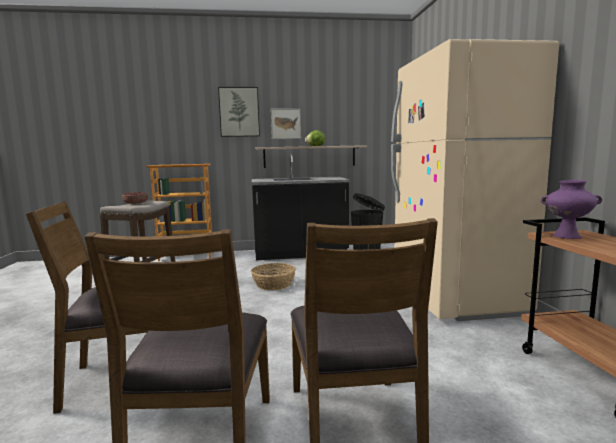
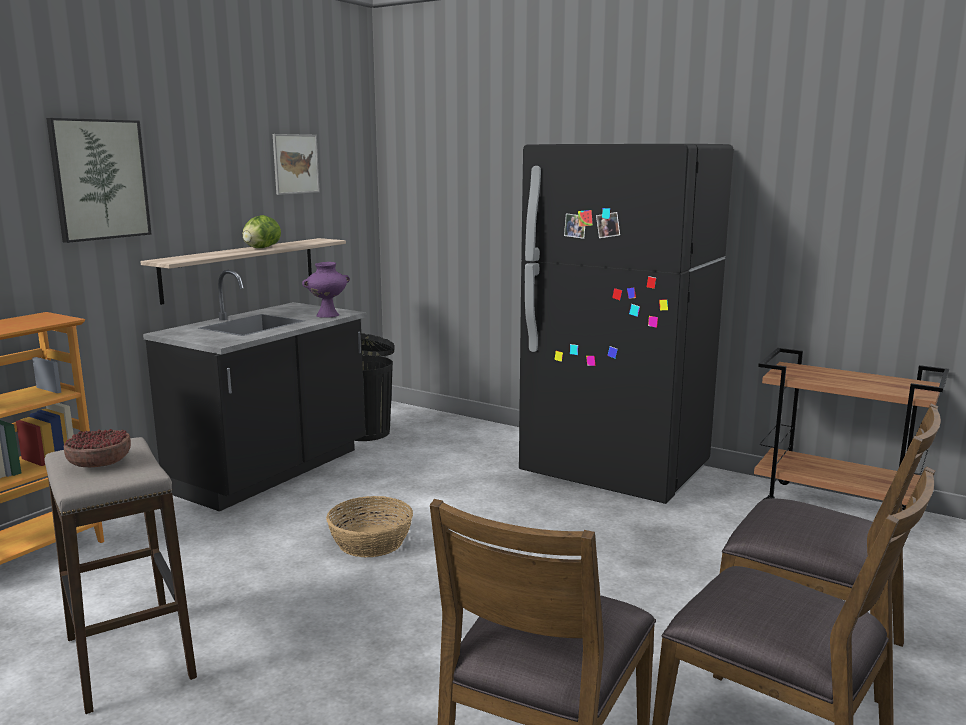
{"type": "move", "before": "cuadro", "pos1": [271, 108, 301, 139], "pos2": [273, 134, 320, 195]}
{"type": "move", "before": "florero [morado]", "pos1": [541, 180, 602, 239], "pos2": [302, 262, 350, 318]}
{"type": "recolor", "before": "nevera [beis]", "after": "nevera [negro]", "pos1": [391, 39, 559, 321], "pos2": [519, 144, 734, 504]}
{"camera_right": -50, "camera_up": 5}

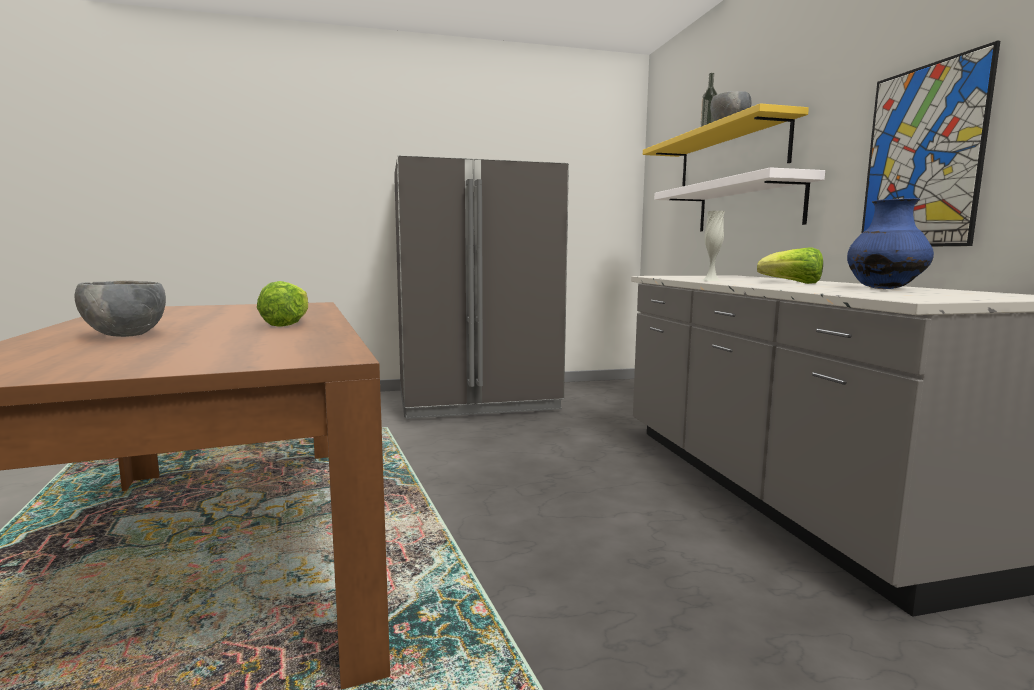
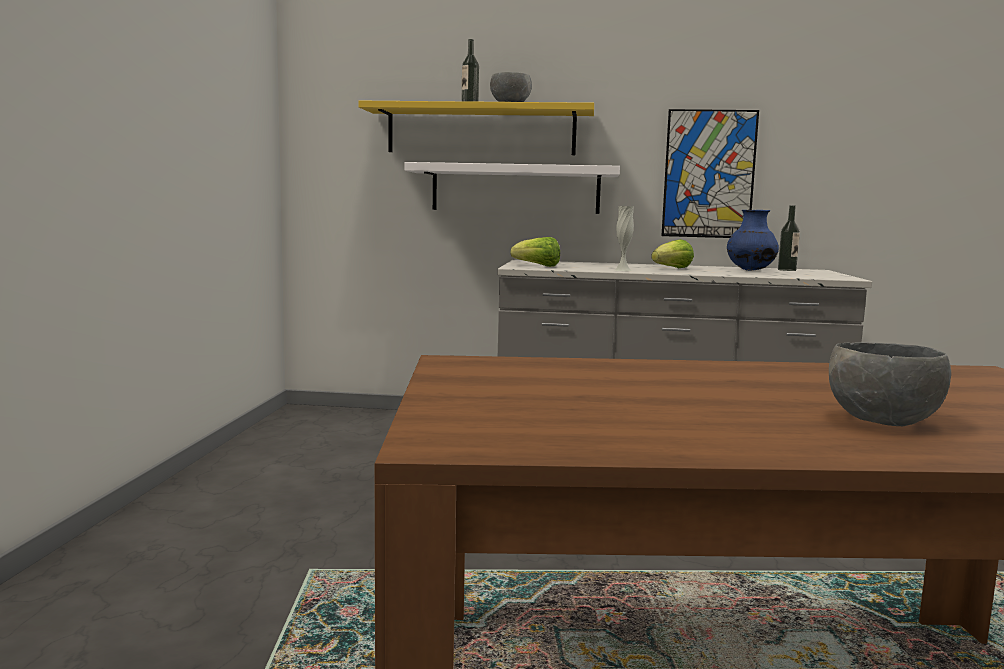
{"type": "move", "before": "lechuga", "pos1": [257, 281, 308, 327], "pos2": [511, 237, 560, 267]}
{"type": "insert", "after": "botella", "pos2": [778, 205, 800, 271]}
{"type": "delete", "before": "nevera [gris]", "pos1": [394, 155, 569, 419]}
{"camera_right": -70, "camera_up": 0}

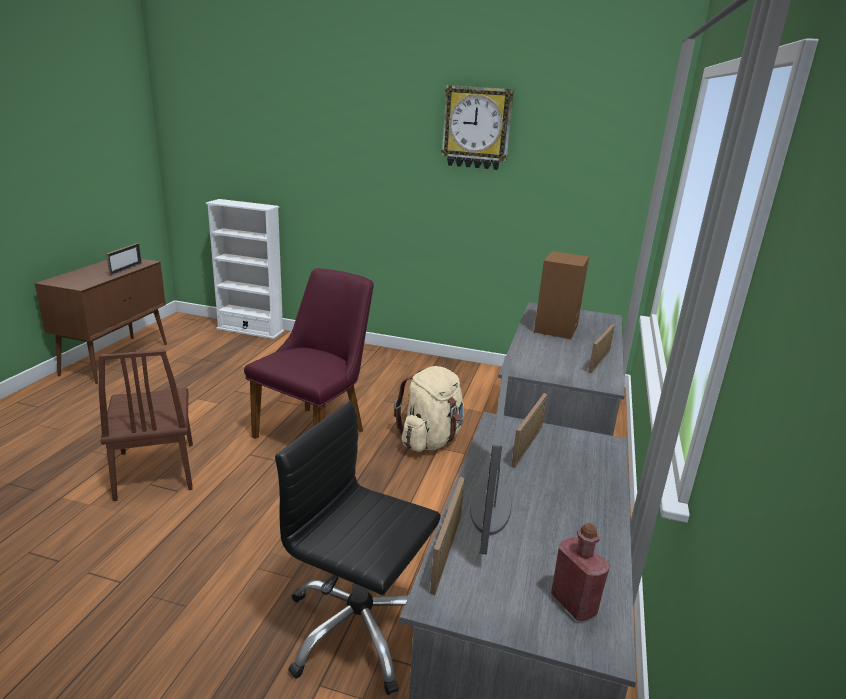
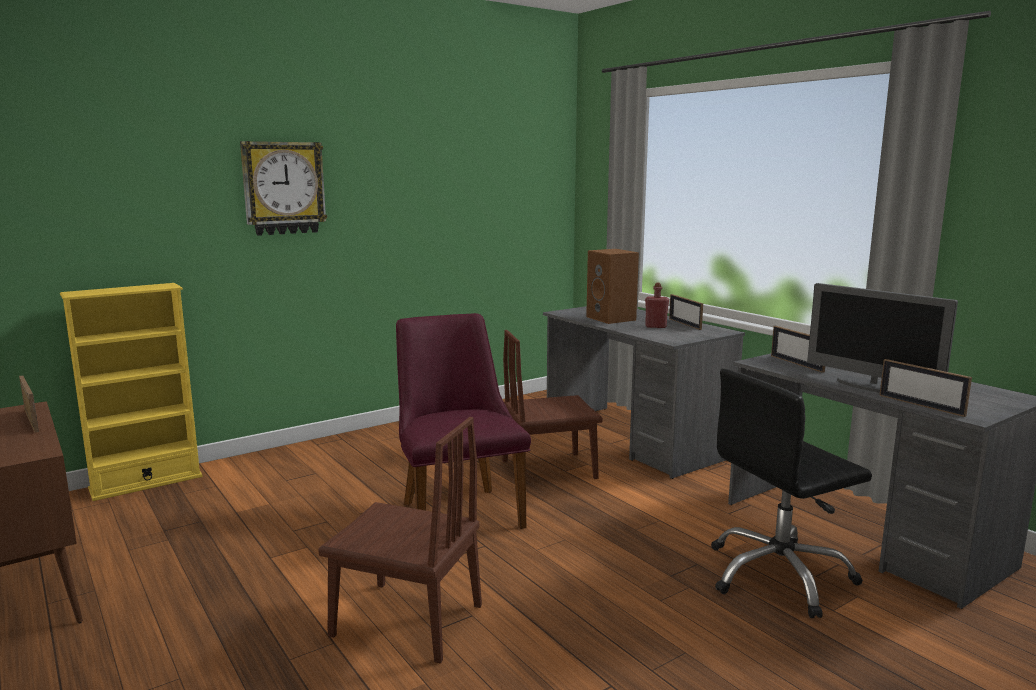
{"type": "recolor", "before": "estantería [blanco]", "after": "estantería [amarillo]", "pos1": [206, 199, 284, 339], "pos2": [60, 283, 203, 501]}
{"type": "move", "before": "reloj de pared", "pos1": [441, 85, 514, 170], "pos2": [240, 141, 327, 236]}
{"type": "replace", "before": "mochila [beis]", "after": "silla [marrón]", "pos1": [394, 366, 464, 452], "pos2": [503, 330, 603, 479]}
{"type": "move", "before": "botella [rojo]", "pos1": [551, 523, 610, 621], "pos2": [645, 283, 669, 328]}
{"camera_right": -50, "camera_up": -10}

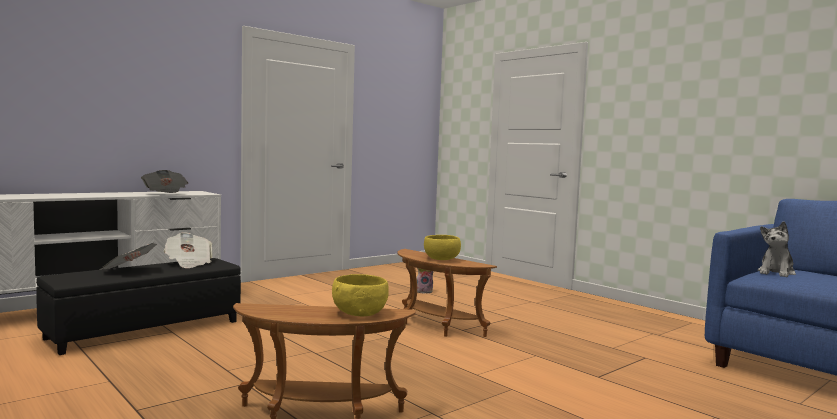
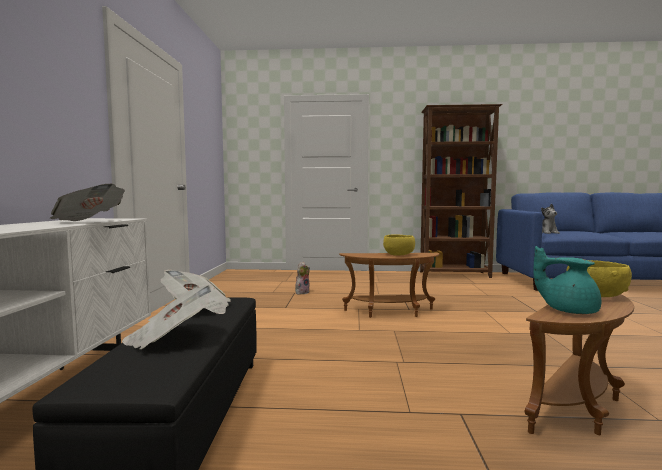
{"type": "insert", "after": "estantería [marrón]", "pos2": [420, 104, 503, 278]}
{"type": "insert", "after": "tetera [turquesa]", "pos2": [534, 246, 601, 314]}
{"camera_right": -45, "camera_up": 0}

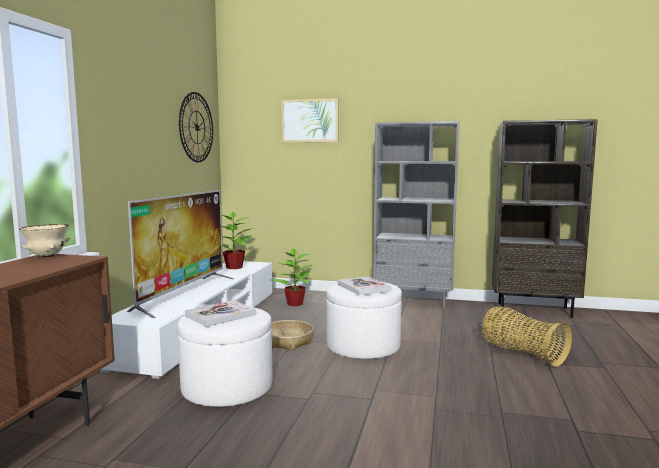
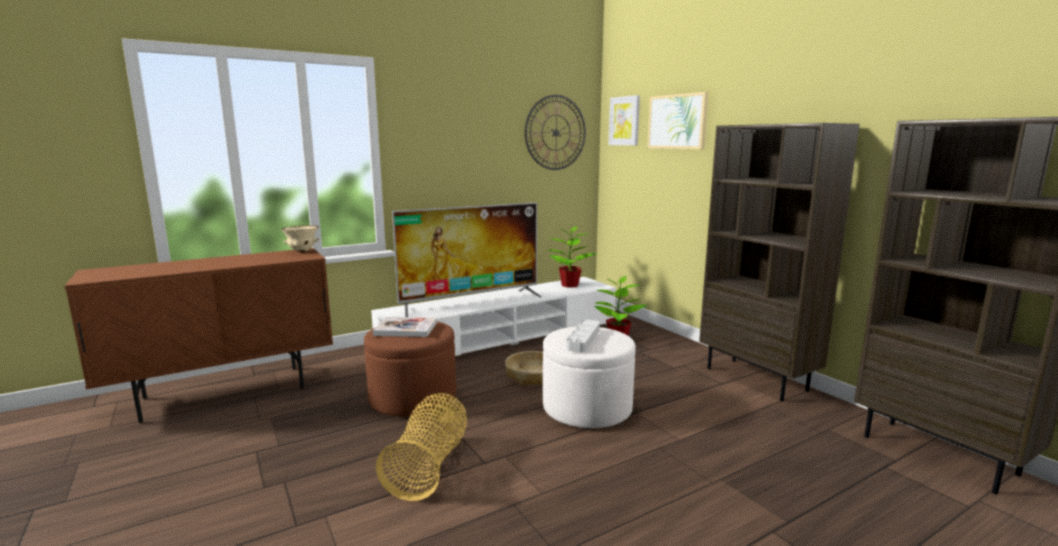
{"type": "recolor", "before": "puf [blanco]", "after": "puf [marrón]", "pos1": [178, 307, 273, 407], "pos2": [364, 321, 456, 416]}
{"type": "move", "before": "cesta", "pos1": [482, 307, 572, 367], "pos2": [376, 393, 467, 501]}
{"type": "replace", "before": "libro", "after": "bandeja [gris]", "pos1": [338, 277, 391, 295], "pos2": [566, 320, 600, 352]}
{"type": "insert", "after": "cuadro", "pos2": [609, 95, 640, 145]}
{"type": "recolor", "before": "estantería [gris]", "after": "estantería [marrón]", "pos1": [373, 121, 459, 309], "pos2": [699, 123, 859, 402]}
{"camera_right": 45, "camera_up": 5}

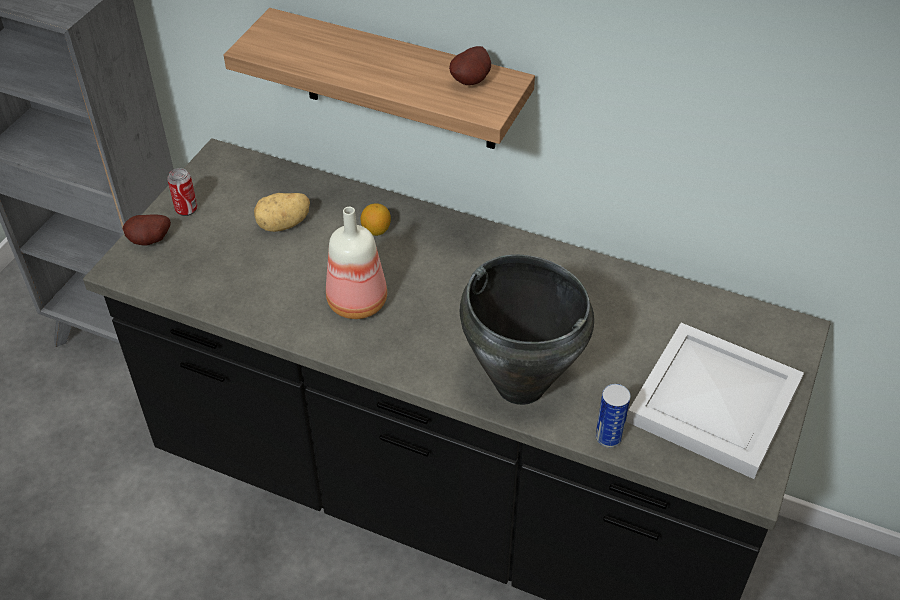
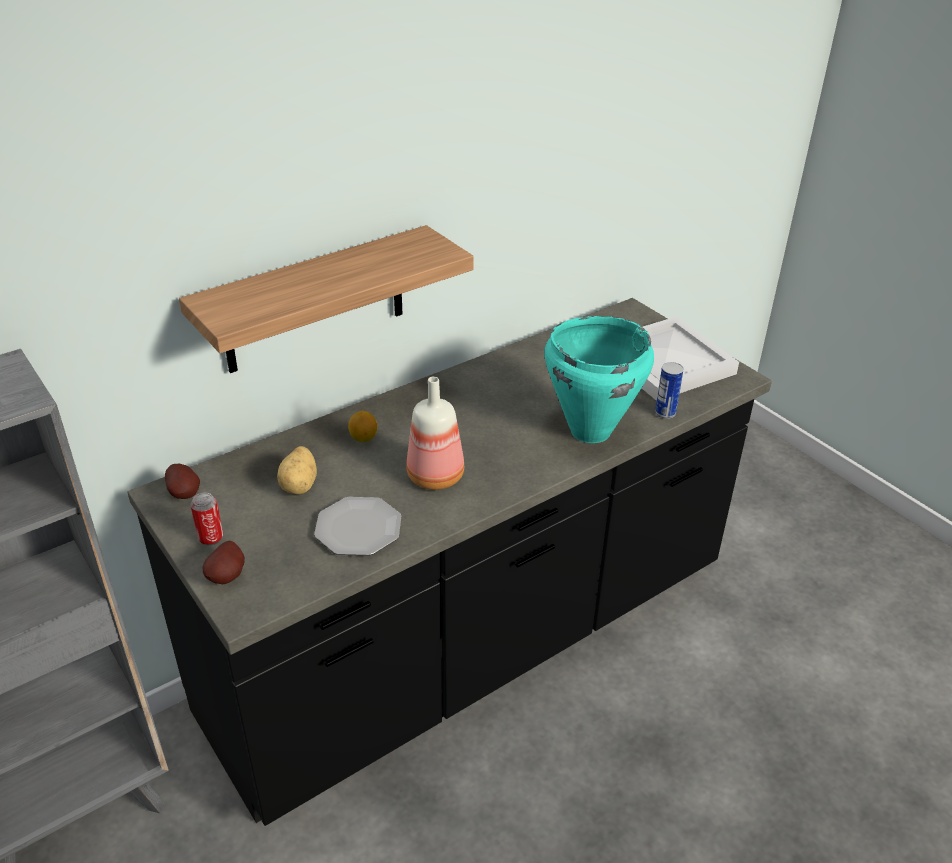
{"type": "move", "before": "patata", "pos1": [449, 46, 491, 85], "pos2": [165, 464, 200, 499]}
{"type": "insert", "after": "plato", "pos2": [314, 497, 401, 556]}
{"type": "recolor", "before": "olla [negro]", "after": "olla [turquesa]", "pos1": [460, 254, 594, 405], "pos2": [545, 316, 654, 443]}
{"camera_right": -60, "camera_up": -10}

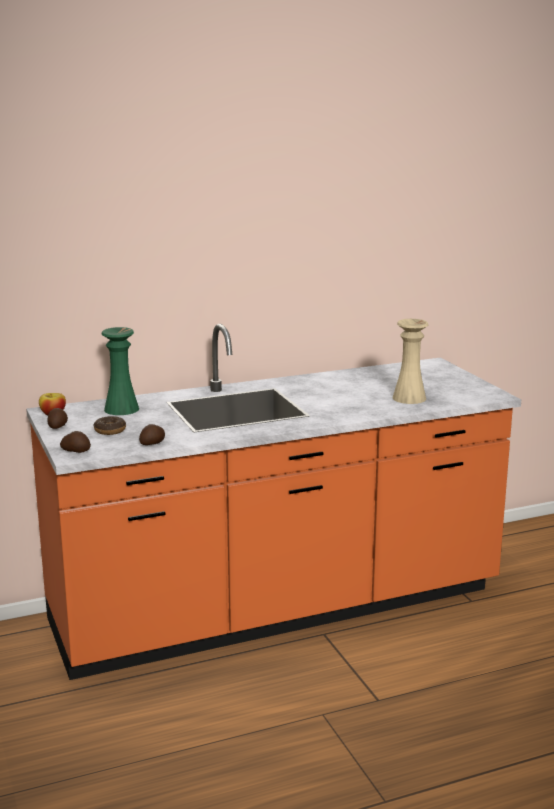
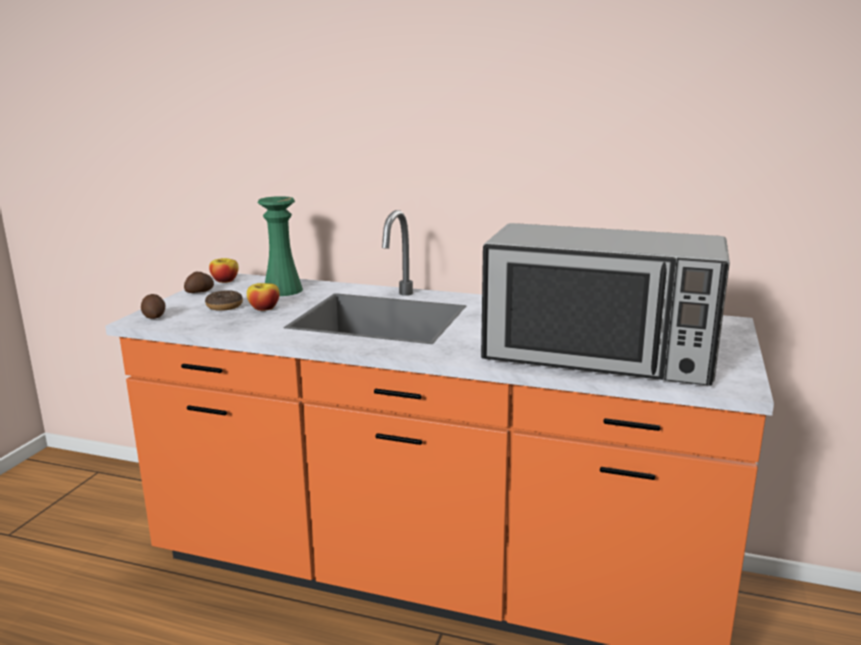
{"type": "insert", "after": "manzana", "pos2": [247, 283, 280, 311]}
{"type": "replace", "before": "florero [beis]", "after": "microondas", "pos1": [393, 319, 428, 404], "pos2": [481, 223, 730, 386]}
{"type": "delete", "before": "patata", "pos1": [139, 424, 165, 445]}
{"camera_right": 40, "camera_up": 0}

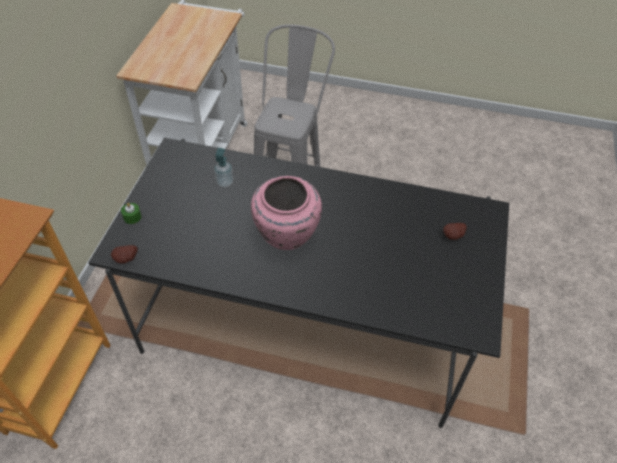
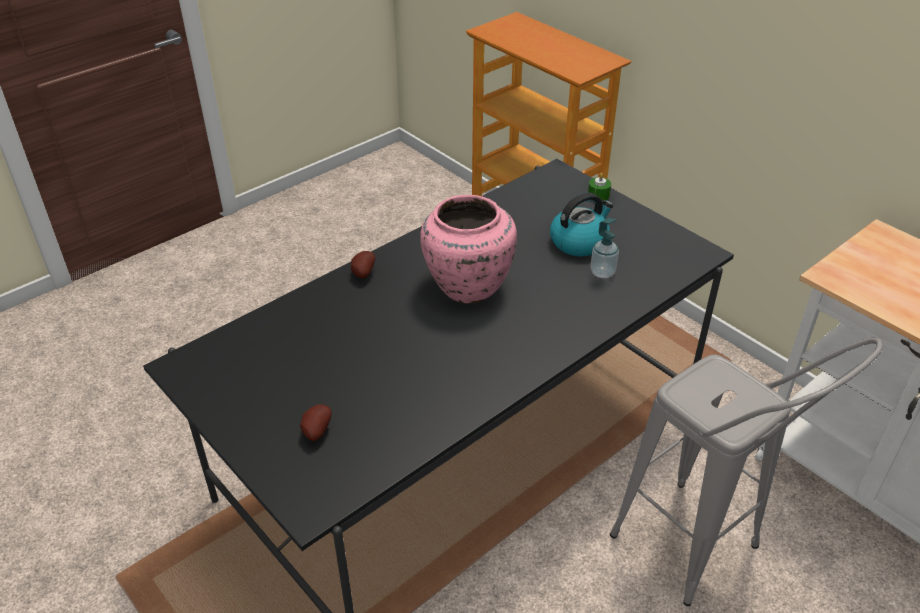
{"type": "move", "before": "patata", "pos1": [111, 245, 138, 264], "pos2": [351, 251, 375, 278]}
{"type": "insert", "after": "hervidor", "pos2": [550, 192, 613, 257]}
{"camera_right": 125, "camera_up": -10}

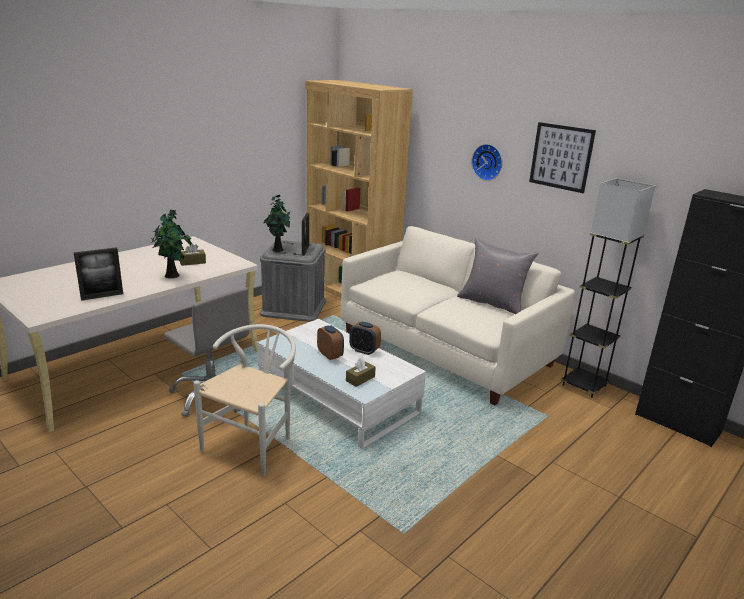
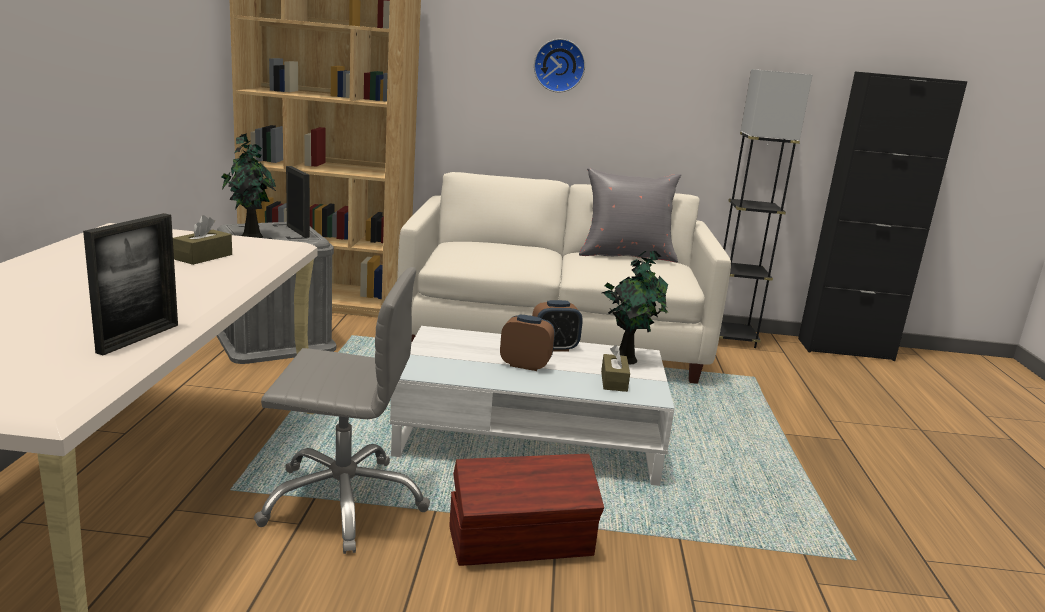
{"type": "replace", "before": "silla [blanco]", "after": "caja de almacenaje [marrón]", "pos1": [193, 324, 296, 476], "pos2": [450, 454, 604, 566]}
{"type": "move", "before": "planta en maceta", "pos1": [151, 210, 192, 278], "pos2": [602, 251, 668, 364]}
{"type": "delete", "before": "cuadro", "pos1": [529, 122, 596, 193]}
{"camera_right": -40, "camera_up": -5}

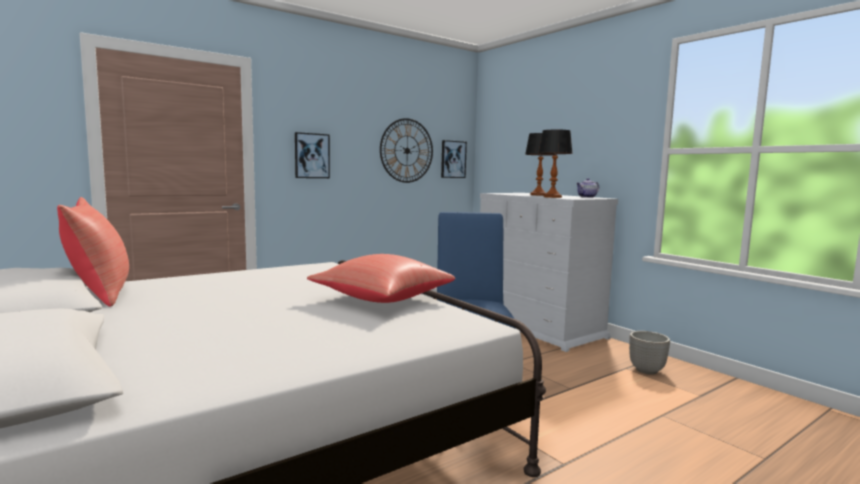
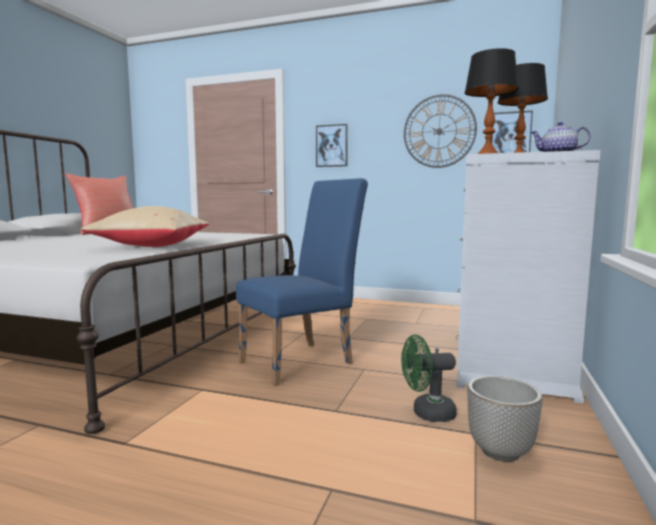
{"type": "recolor", "before": "cojín [rojo]", "after": "cojín [beis]", "pos1": [307, 254, 455, 303], "pos2": [81, 206, 209, 247]}
{"type": "insert", "after": "ventilador [verde]", "pos2": [401, 335, 457, 422]}
{"camera_right": 55, "camera_up": 0}

